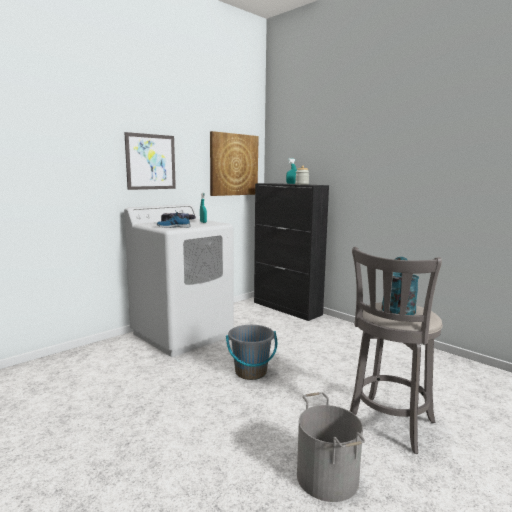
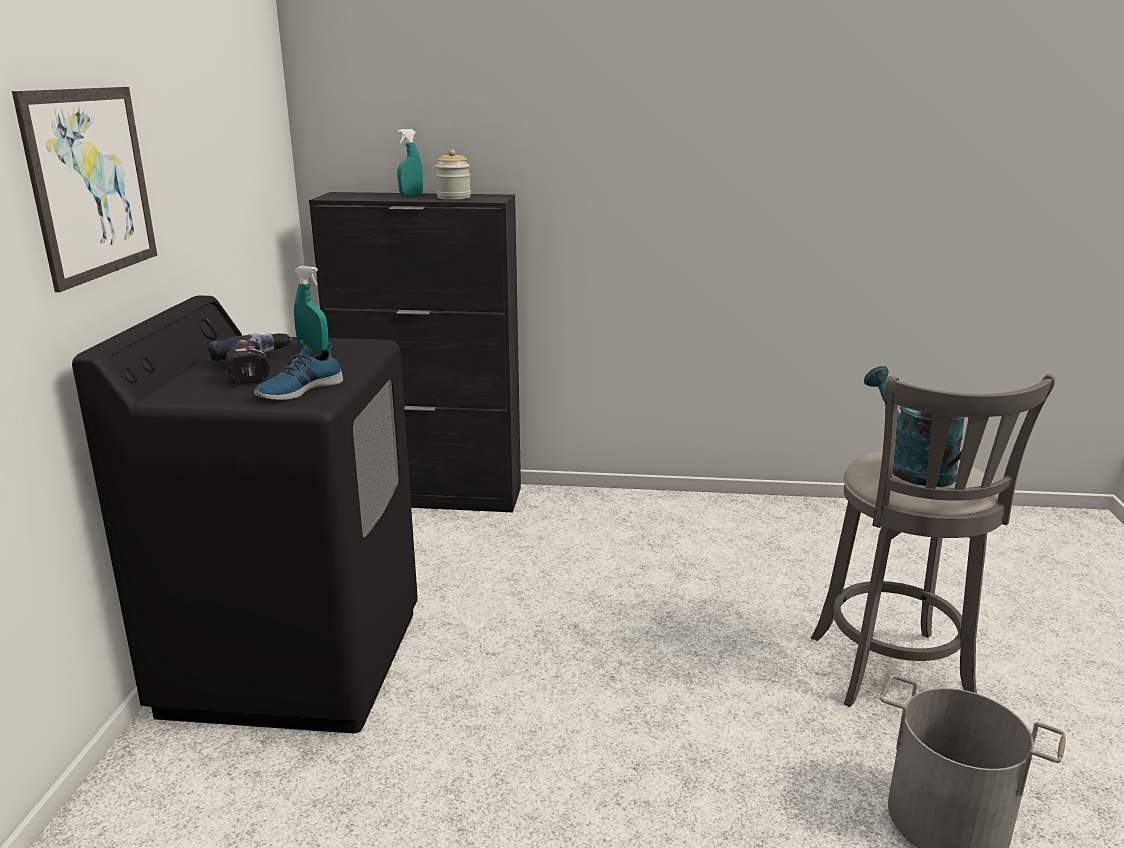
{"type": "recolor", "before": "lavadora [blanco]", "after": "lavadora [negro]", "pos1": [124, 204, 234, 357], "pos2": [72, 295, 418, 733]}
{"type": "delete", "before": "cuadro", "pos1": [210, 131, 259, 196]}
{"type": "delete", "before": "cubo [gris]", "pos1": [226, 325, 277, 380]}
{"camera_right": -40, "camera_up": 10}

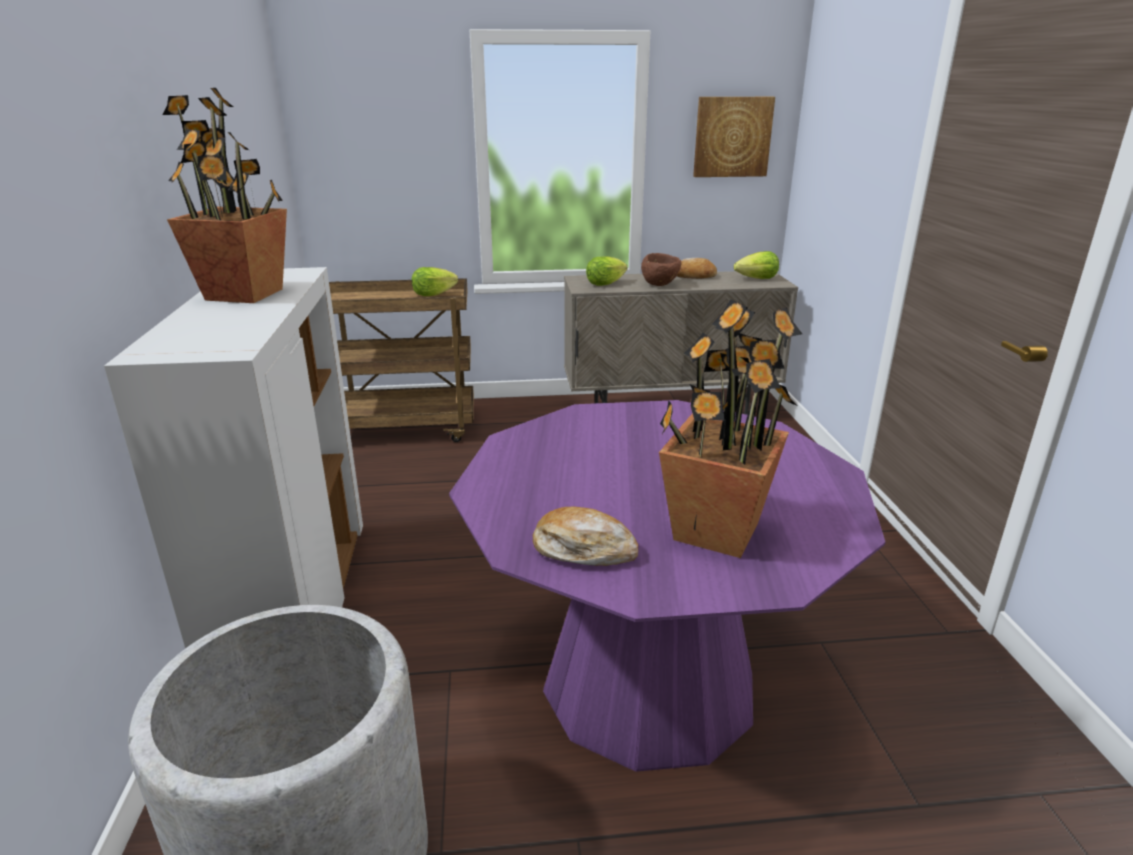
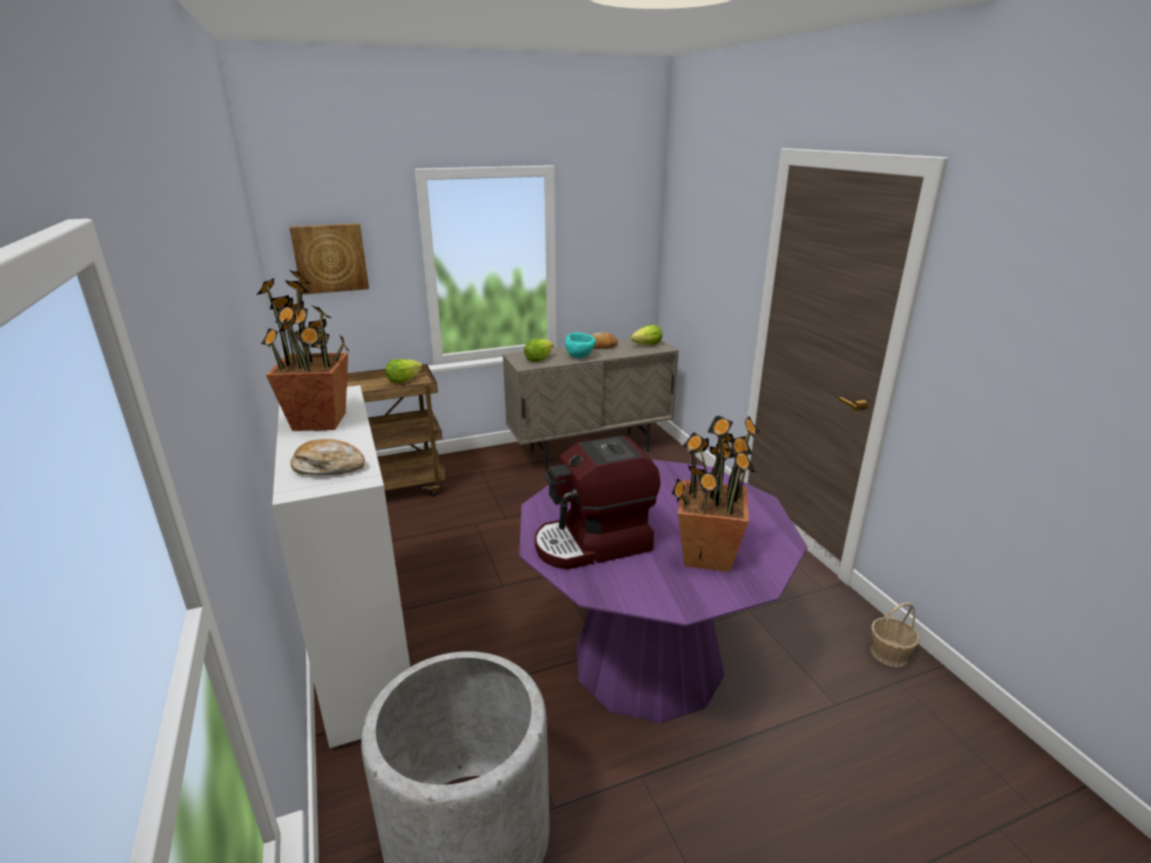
{"type": "move", "before": "cuadro", "pos1": [693, 97, 775, 177], "pos2": [289, 223, 369, 295]}
{"type": "move", "before": "pan", "pos1": [533, 507, 638, 566], "pos2": [291, 439, 365, 475]}
{"type": "insert", "after": "cafetera", "pos2": [535, 436, 661, 570]}
{"type": "recolor", "before": "cuenco [marrón]", "after": "cuenco [turquesa]", "pos1": [641, 253, 682, 286], "pos2": [565, 333, 596, 358]}
{"type": "insert", "after": "cesta", "pos2": [870, 603, 919, 667]}
{"camera_right": -15, "camera_up": 0}

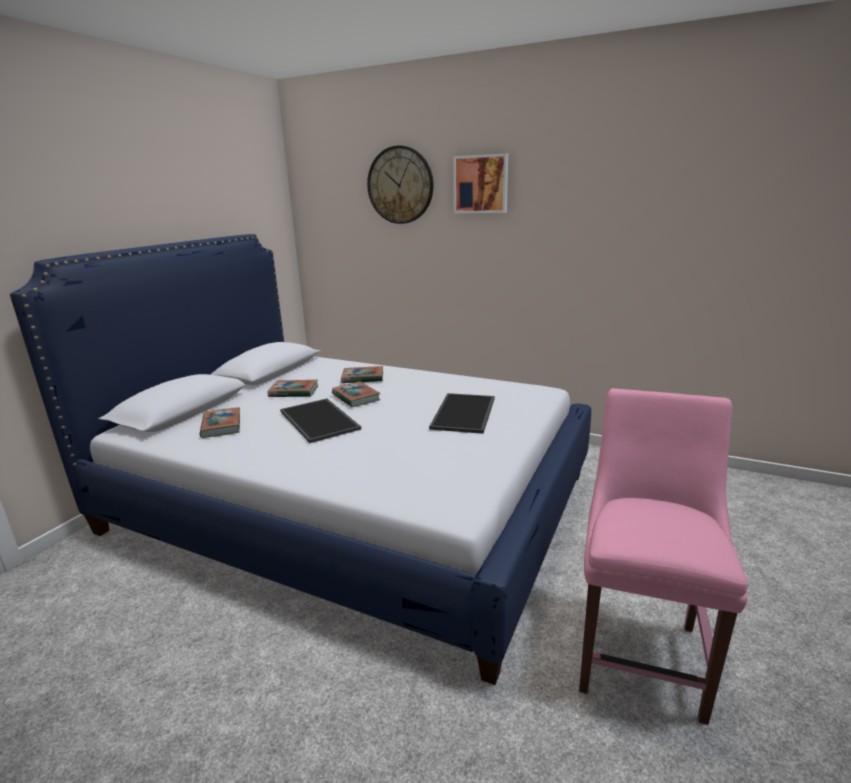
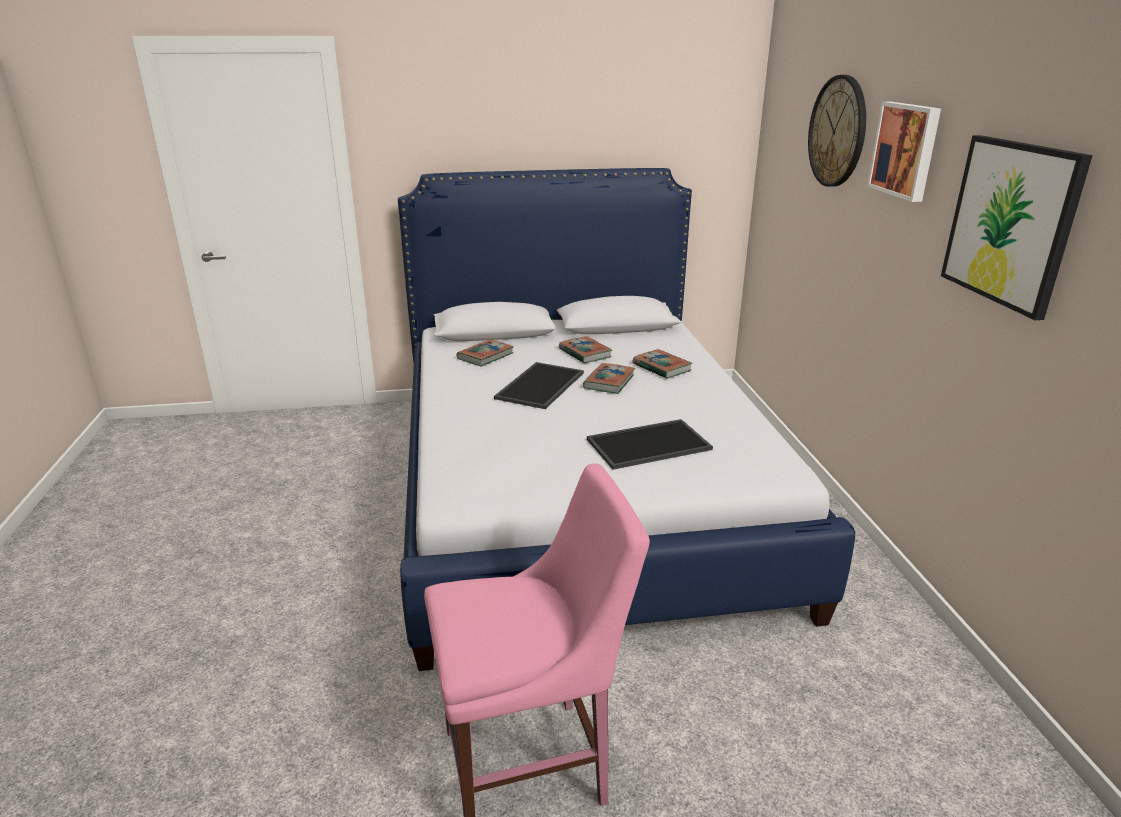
{"type": "insert", "after": "cuadro", "pos2": [941, 135, 1093, 320]}
{"camera_right": 55, "camera_up": 5}

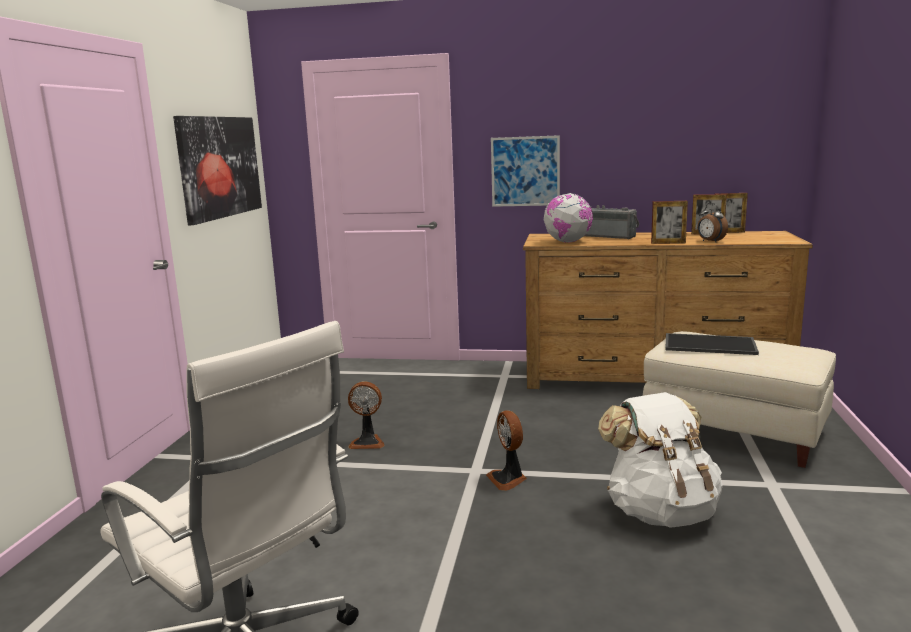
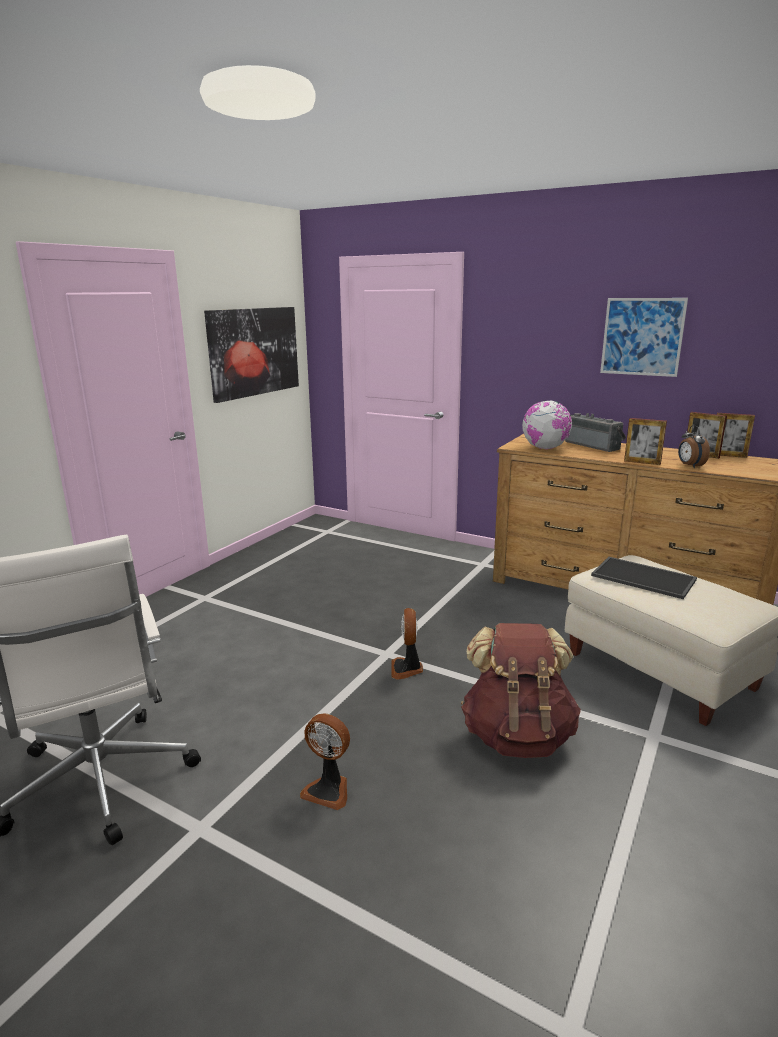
{"type": "move", "before": "ventilador", "pos1": [348, 382, 385, 449], "pos2": [300, 713, 350, 810]}
{"type": "recolor", "before": "mochila [blanco]", "after": "mochila [marrón]", "pos1": [598, 392, 723, 528], "pos2": [461, 623, 581, 758]}
{"type": "move", "before": "cuadro", "pos1": [491, 135, 560, 207], "pos2": [600, 298, 688, 377]}
{"camera_right": 20, "camera_up": 5}

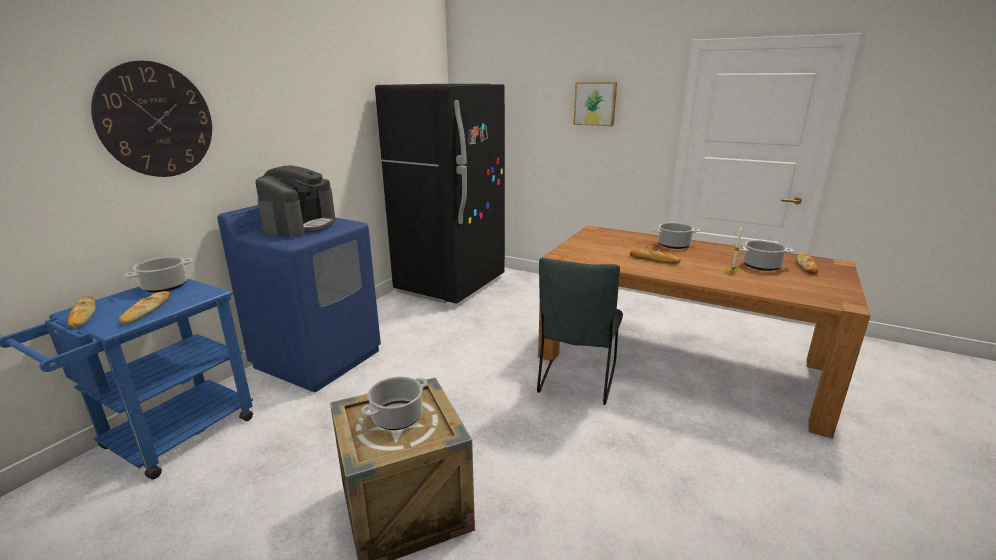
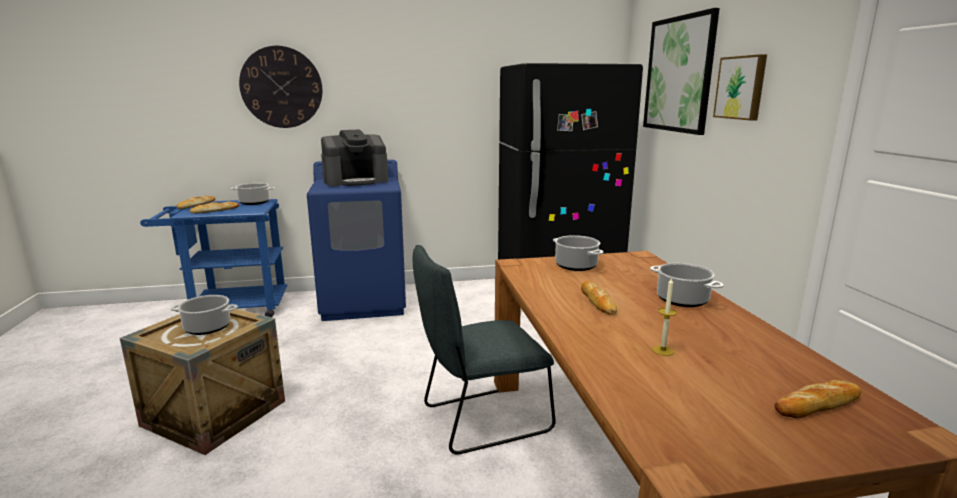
{"type": "move", "before": "olla", "pos1": [739, 240, 794, 271], "pos2": [553, 235, 603, 271]}
{"type": "insert", "after": "cuadro", "pos2": [643, 8, 720, 135]}
{"camera_right": 50, "camera_up": -5}

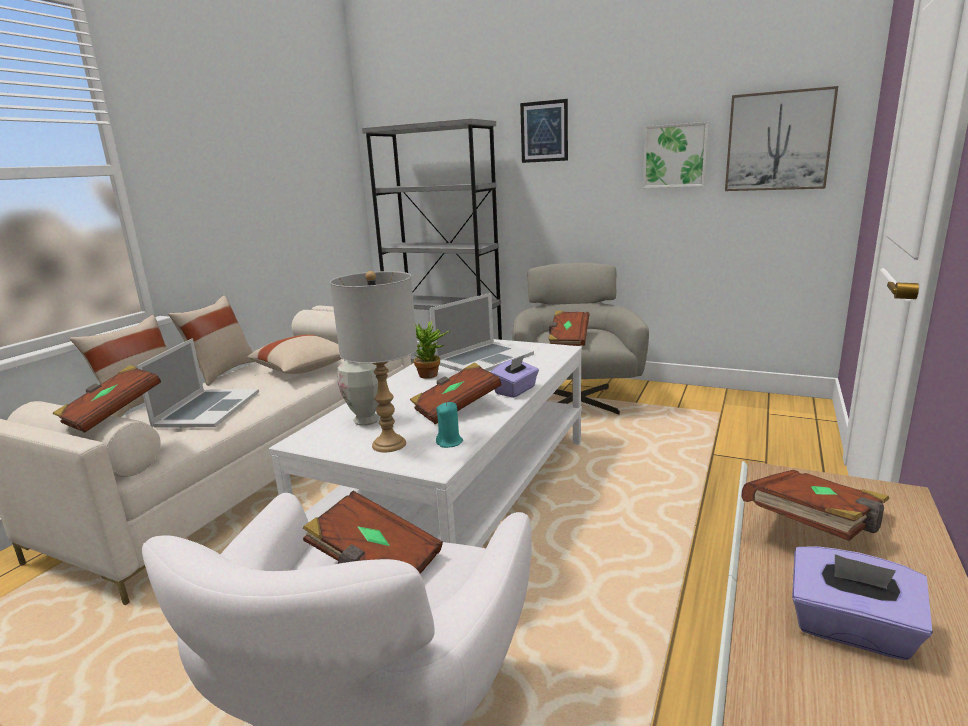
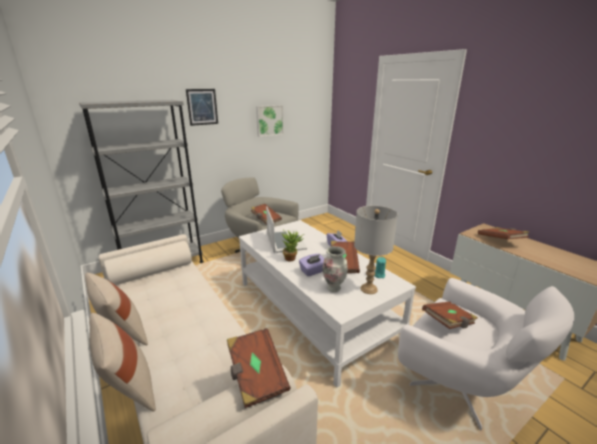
{"type": "move", "before": "caja de pañuelos [morado]", "pos1": [792, 546, 933, 660], "pos2": [299, 254, 324, 276]}
{"type": "delete", "before": "portátil", "pos1": [136, 338, 259, 427]}
{"type": "delete", "before": "cojín [beis]", "pos1": [248, 335, 341, 374]}
{"type": "delete", "before": "cuadro", "pos1": [725, 86, 838, 191]}
{"camera_right": -60, "camera_up": 5}

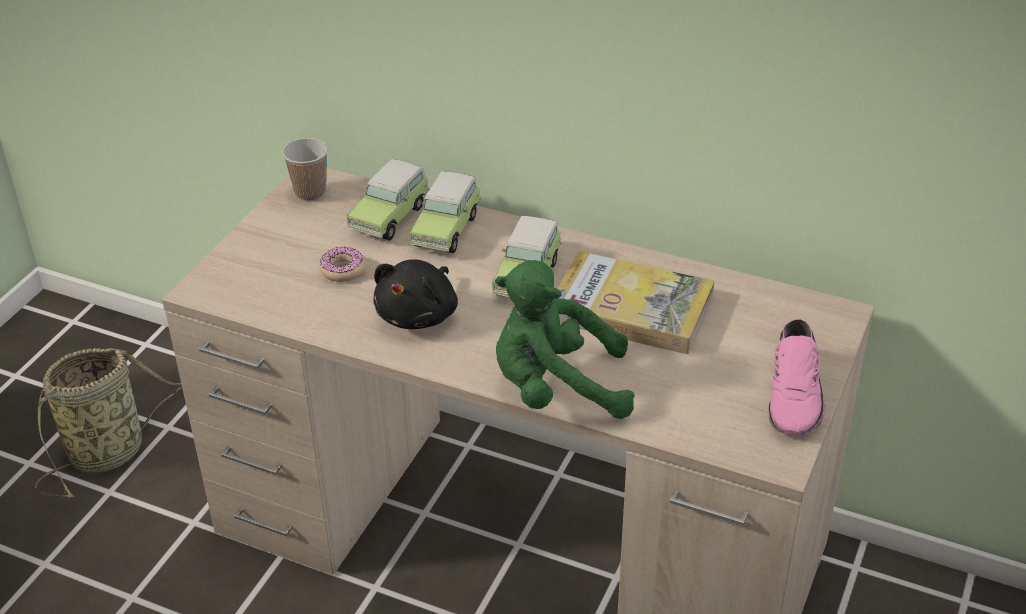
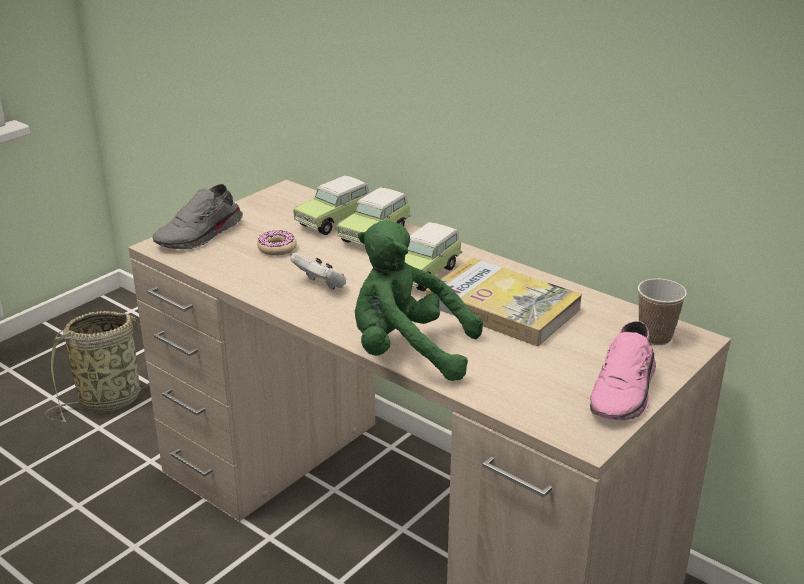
{"type": "insert", "after": "zapato [gris]", "pos2": [153, 184, 243, 249]}
{"type": "replace", "before": "peluche [negro]", "after": "mando de consola [blanco]", "pos1": [373, 259, 458, 329], "pos2": [290, 253, 346, 290]}
{"type": "move", "before": "taza", "pos1": [282, 138, 328, 202], "pos2": [638, 279, 687, 345]}
{"camera_right": 15, "camera_up": -10}

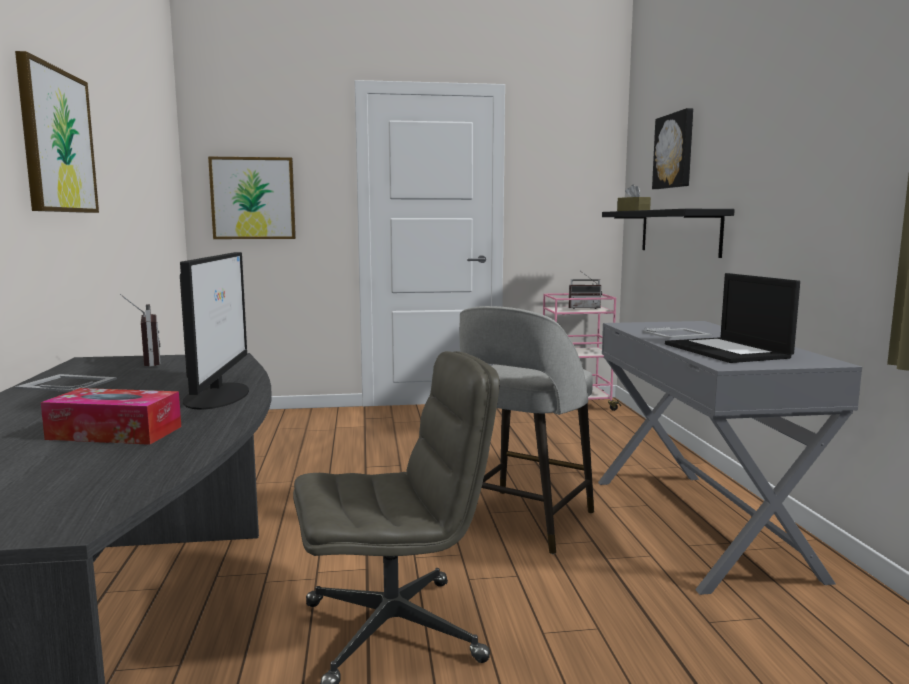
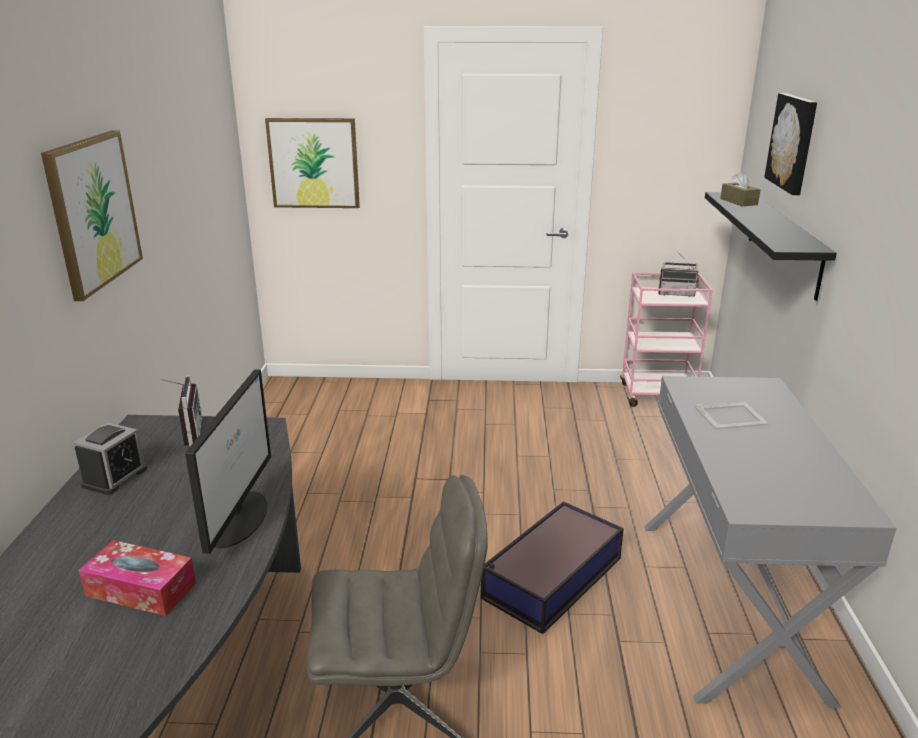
{"type": "replace", "before": "portarretratos", "after": "despertador", "pos1": [15, 374, 117, 392], "pos2": [73, 422, 148, 495]}
{"type": "replace", "before": "taburete [gris]", "after": "caja de almacenaje", "pos1": [459, 306, 594, 554], "pos2": [481, 501, 624, 634]}
{"type": "delete", "before": "portátil", "pos1": [665, 273, 800, 363]}
{"camera_right": 10, "camera_up": 15}

